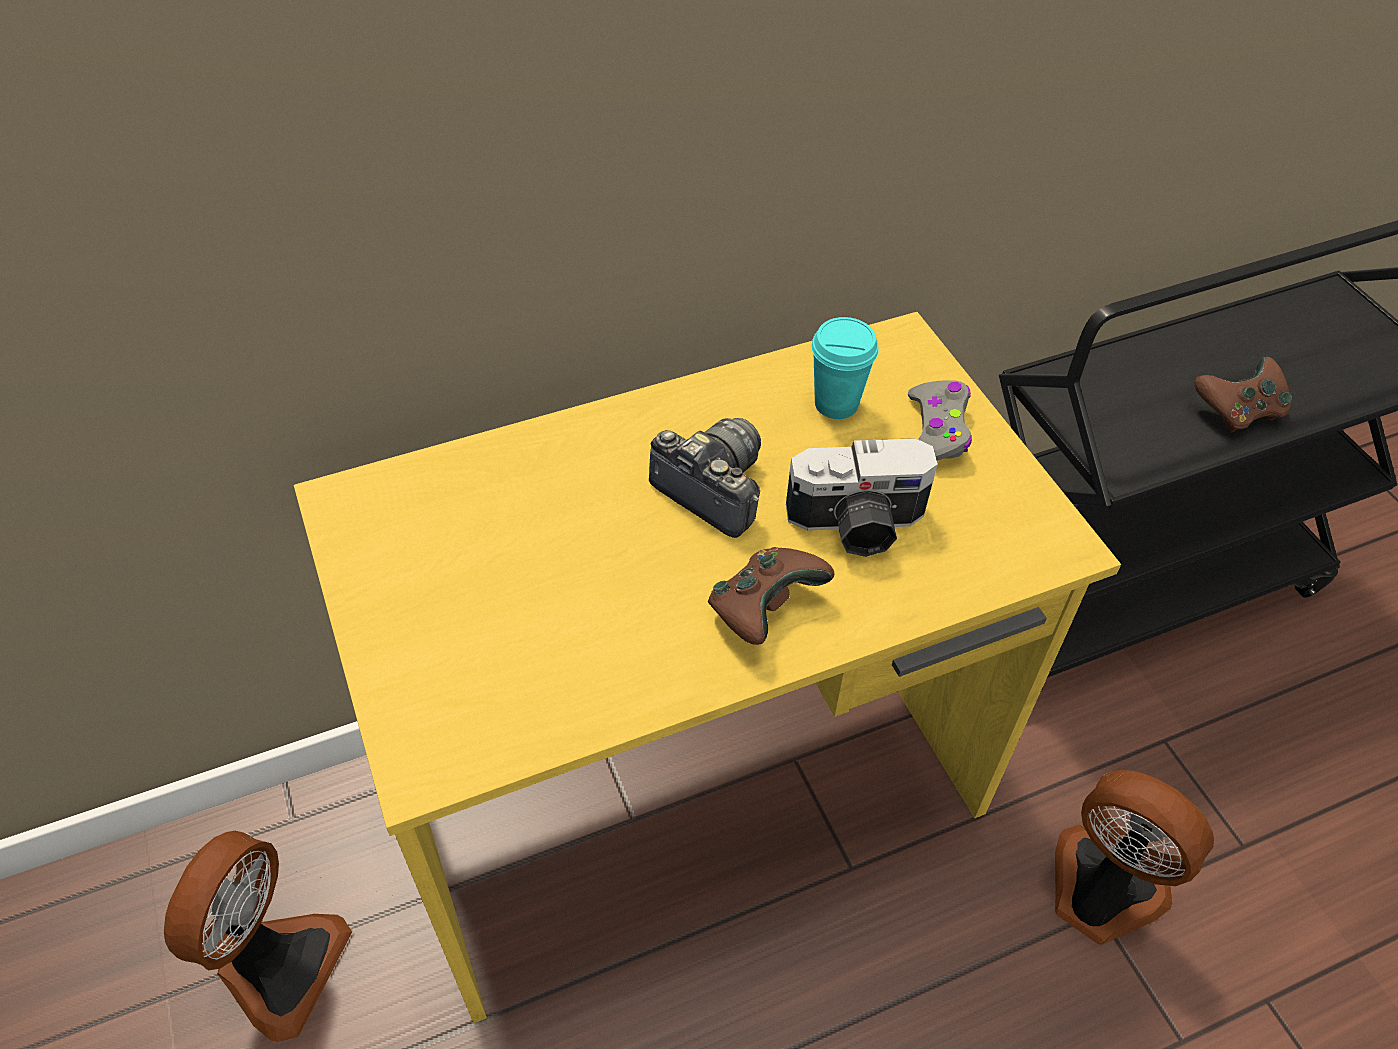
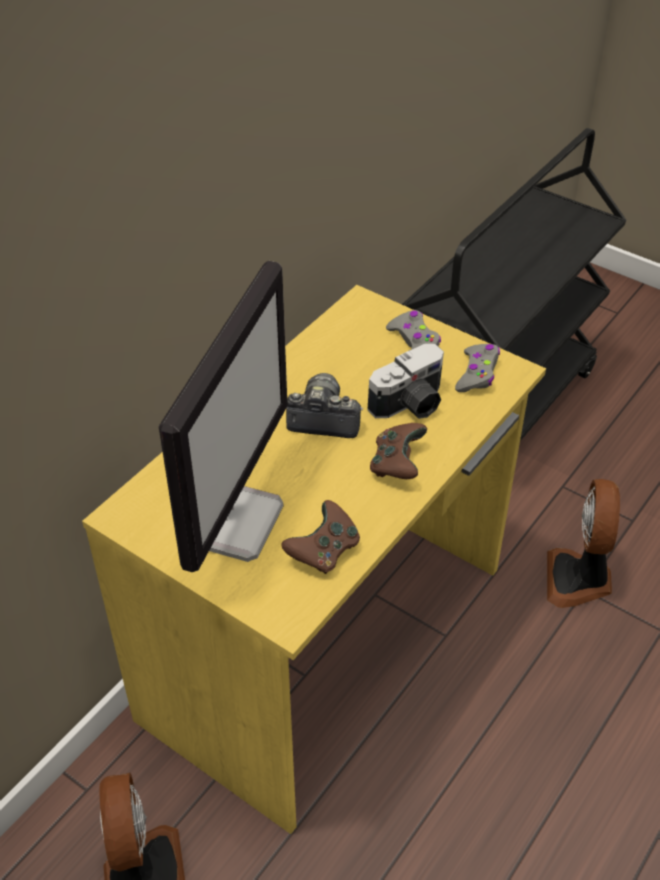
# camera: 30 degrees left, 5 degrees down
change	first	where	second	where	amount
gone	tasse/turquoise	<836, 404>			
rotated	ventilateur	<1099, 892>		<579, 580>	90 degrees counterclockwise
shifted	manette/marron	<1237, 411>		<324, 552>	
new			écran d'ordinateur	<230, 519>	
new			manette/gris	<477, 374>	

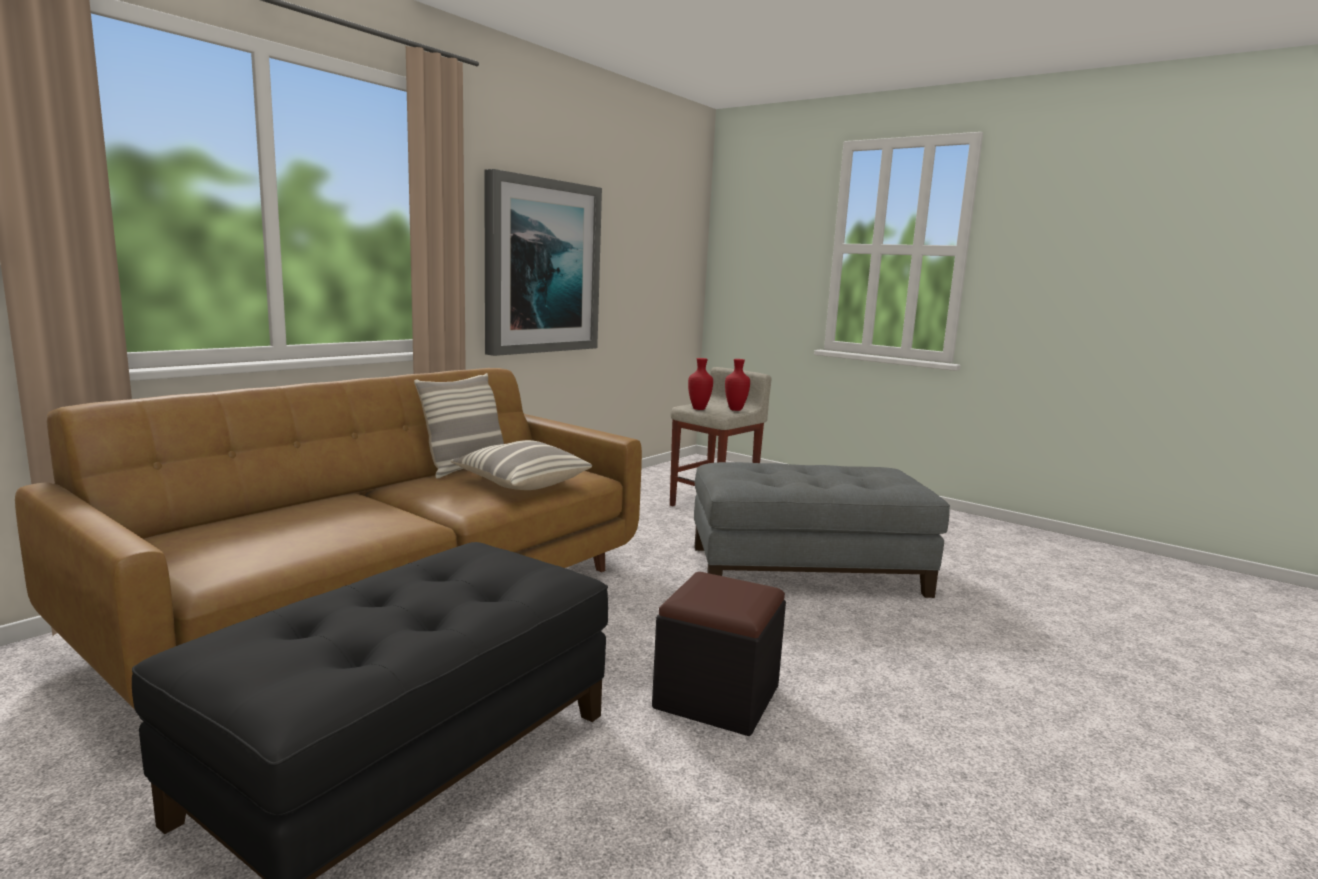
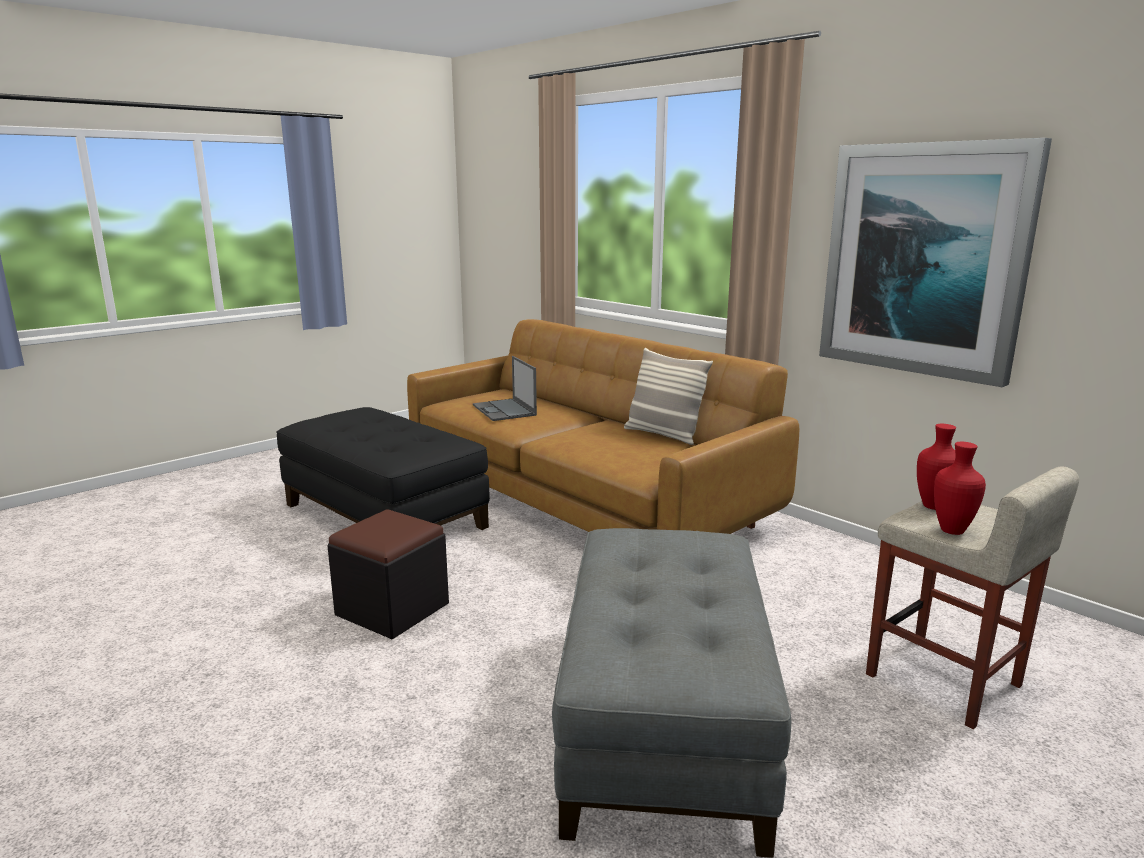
# camera: 100 degrees right, 5 degrees up
change	first	where	second	where	amount
gone	coussin	<521, 483>			
new			ordinateur portable	<504, 410>	

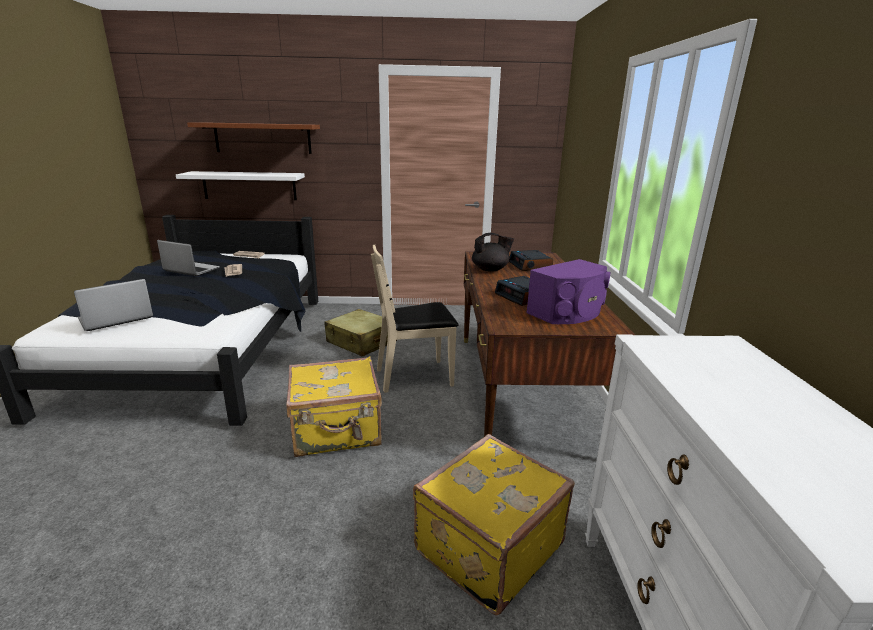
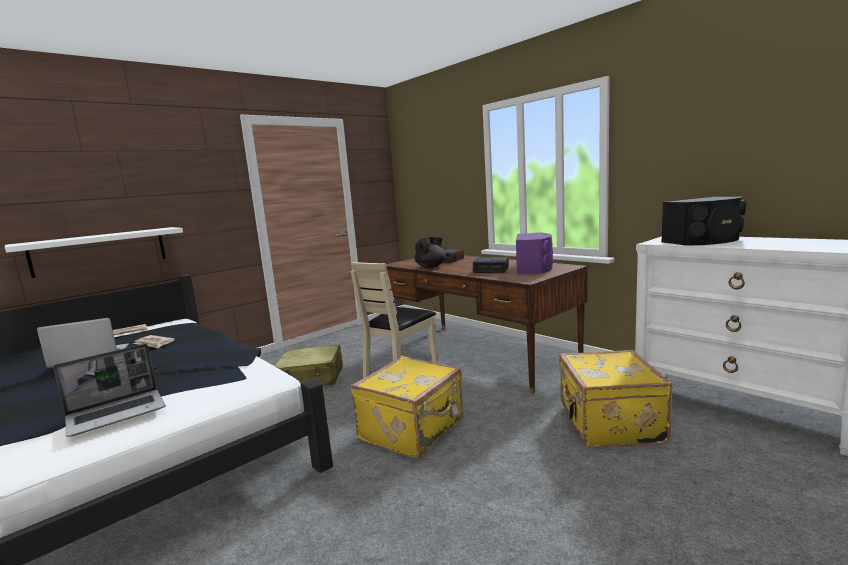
# camera: 40 degrees left, 10 degrees down
change	first	where	second	where	amount
rotated	ordinateur portable	<115, 319>		<118, 413>	135 degrees counterclockwise
gone	étagère/marron	<263, 138>			
new			enceinte/noir	<704, 240>	

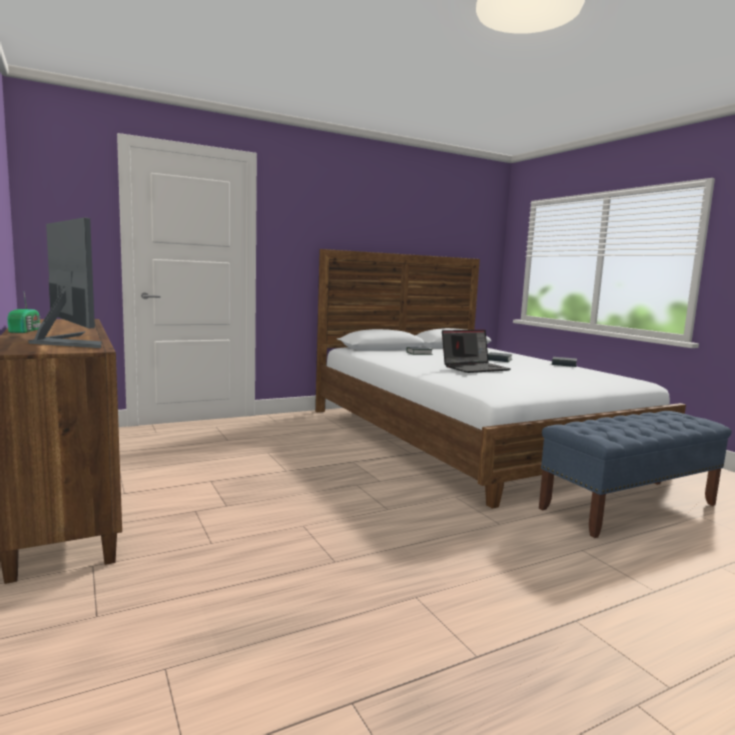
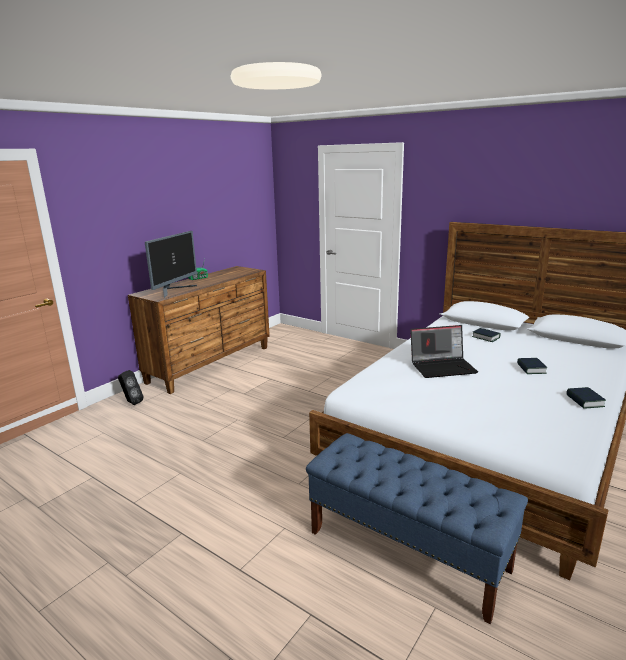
# camera: 65 degrees right, 10 degrees up
change	first	where	second	where	amount
rotated	ordinateur portable	<475, 368>		<443, 367>	45 degrees counterclockwise
new			enceinte/noir	<131, 402>	

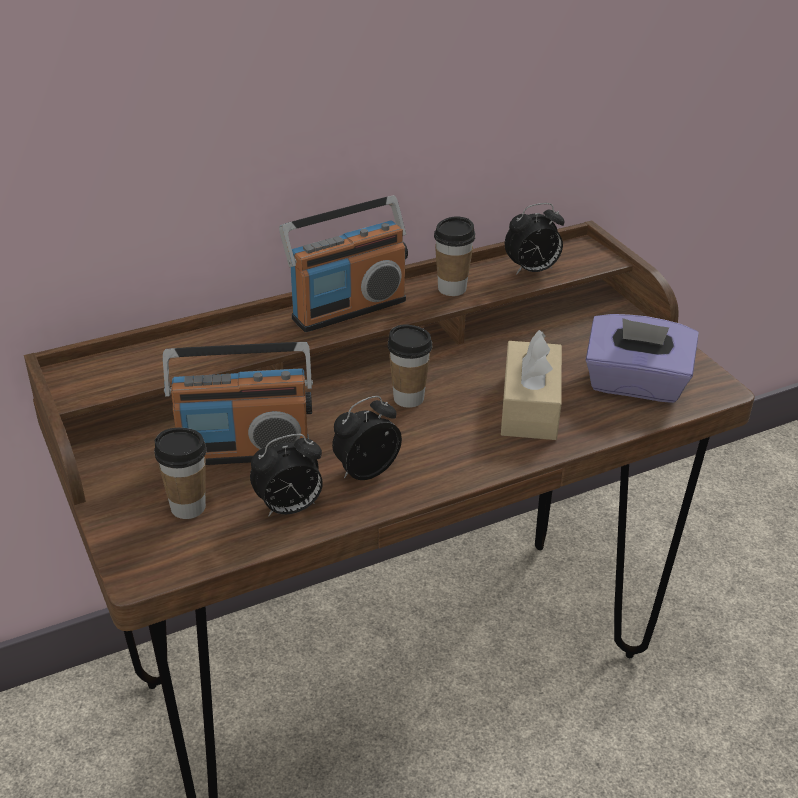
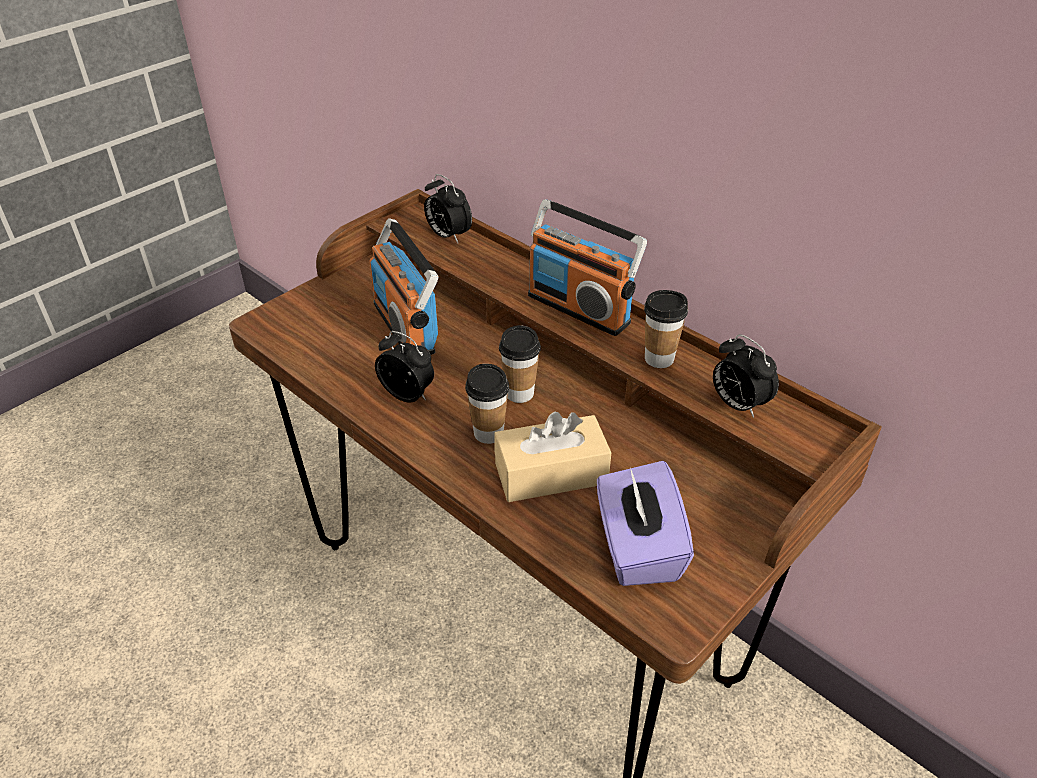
# camera: 70 degrees right, 5 degrees up
change	first	where	second	where	amount
shifted	tasse	<188, 507>		<488, 433>	
shifted	réveil	<289, 508>		<448, 236>	

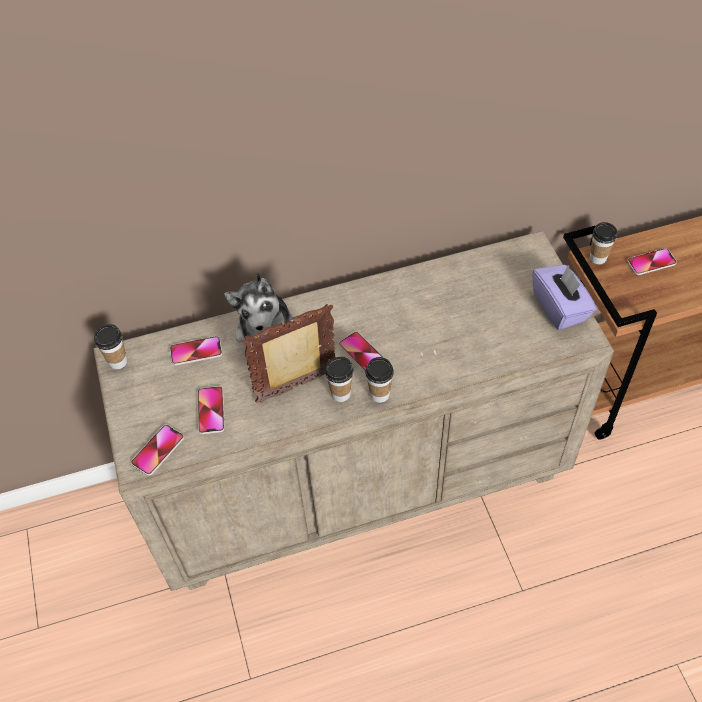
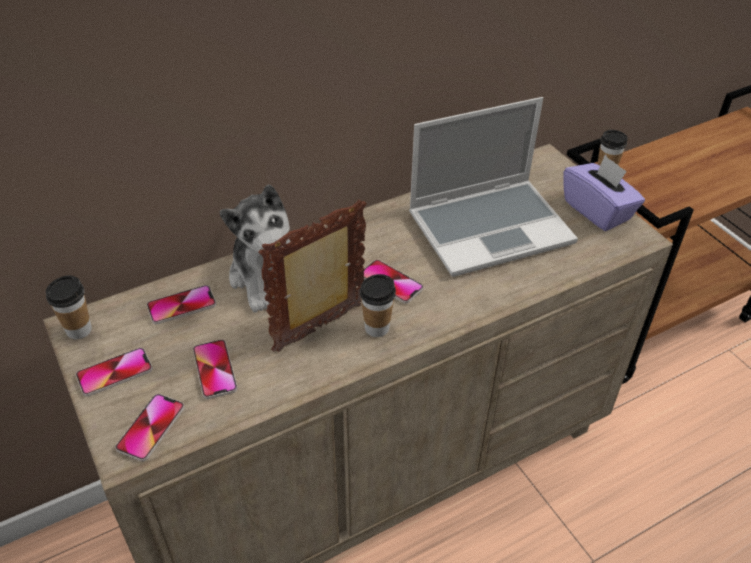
# camera: 15 degrees left, 10 degrees down
change	first	where	second	where	amount
gone	tasse	<379, 394>			
shifted	téléphone	<651, 262>		<115, 373>	
new			ordinateur portable	<491, 227>	

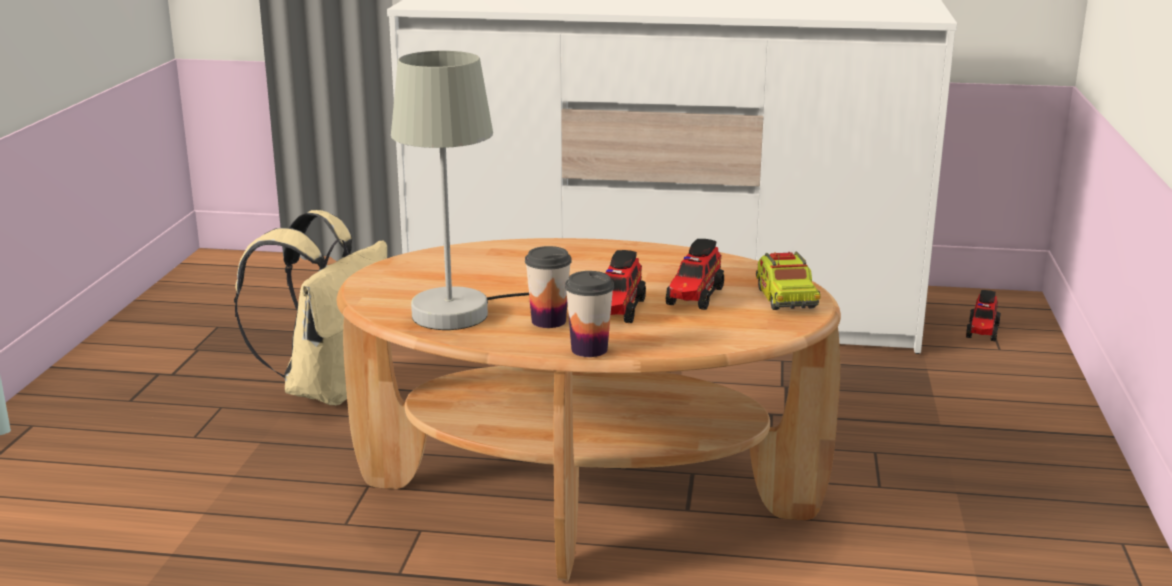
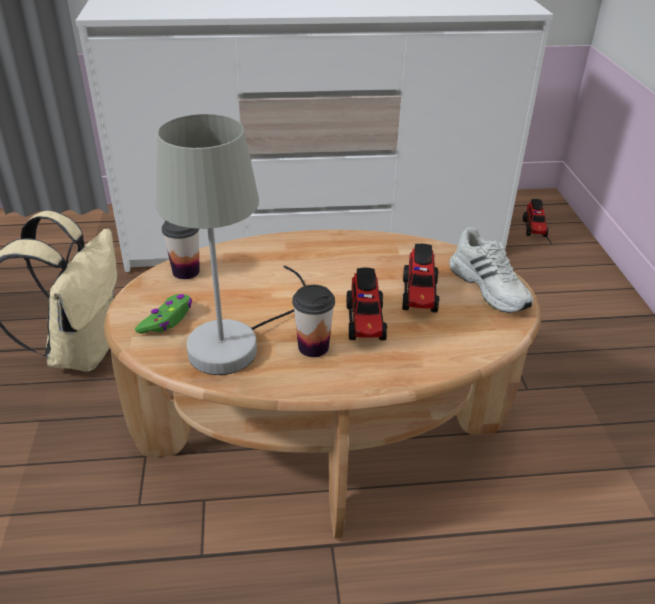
# camera: 15 degrees left, 15 degrees up
change	first	where	second	where	amount
shifted	tasse	<589, 349>		<186, 271>	
swapped	camion jouet	<785, 298>	chaussure/blanc	<490, 287>	
new			manette/vert	<167, 320>	

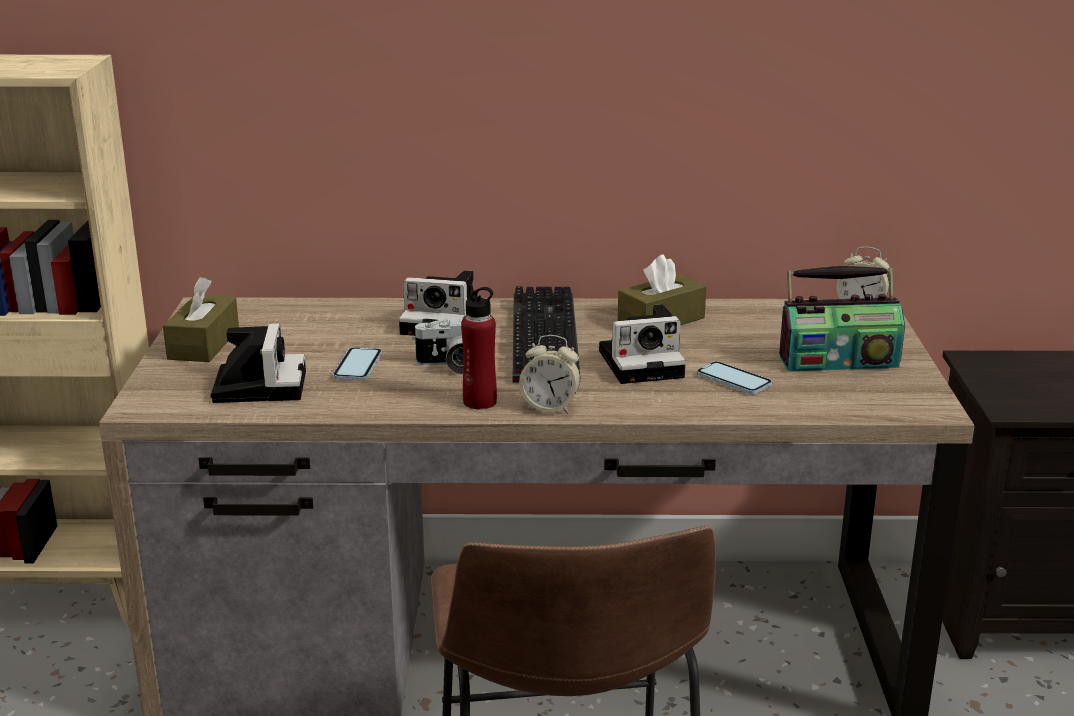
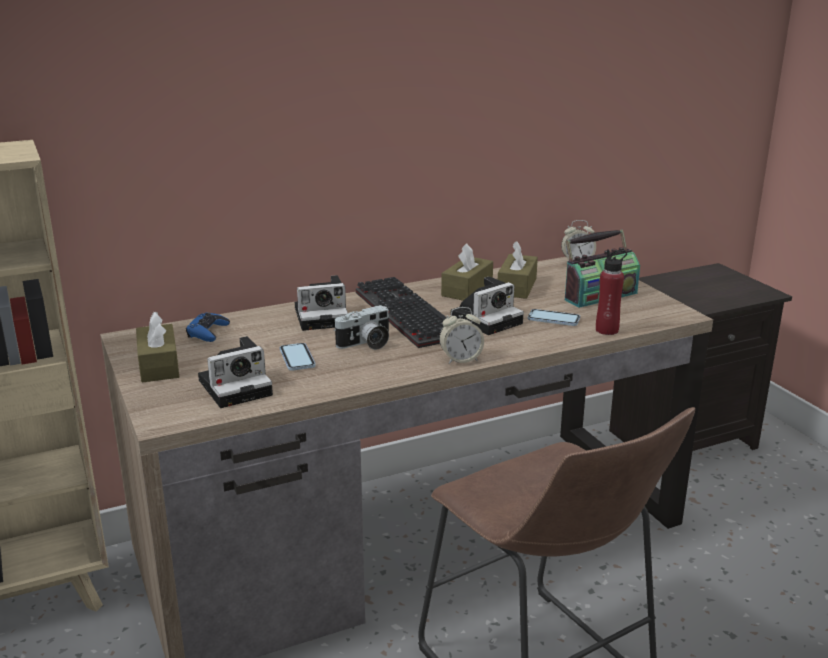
# camera: 25 degrees left, 0 degrees up
change	first	where	second	where	amount
rotated	appareil photo	<259, 385>		<237, 386>	90 degrees clockwise
shifted	bouteille/rouge	<480, 402>		<607, 330>	
new			manette/bleu	<208, 332>	
new			boîte à mouchoirs/marron	<517, 287>	

